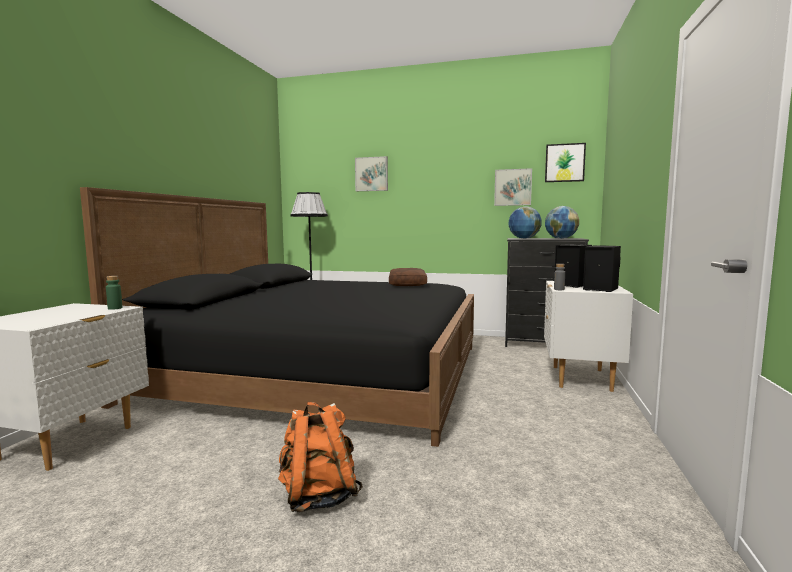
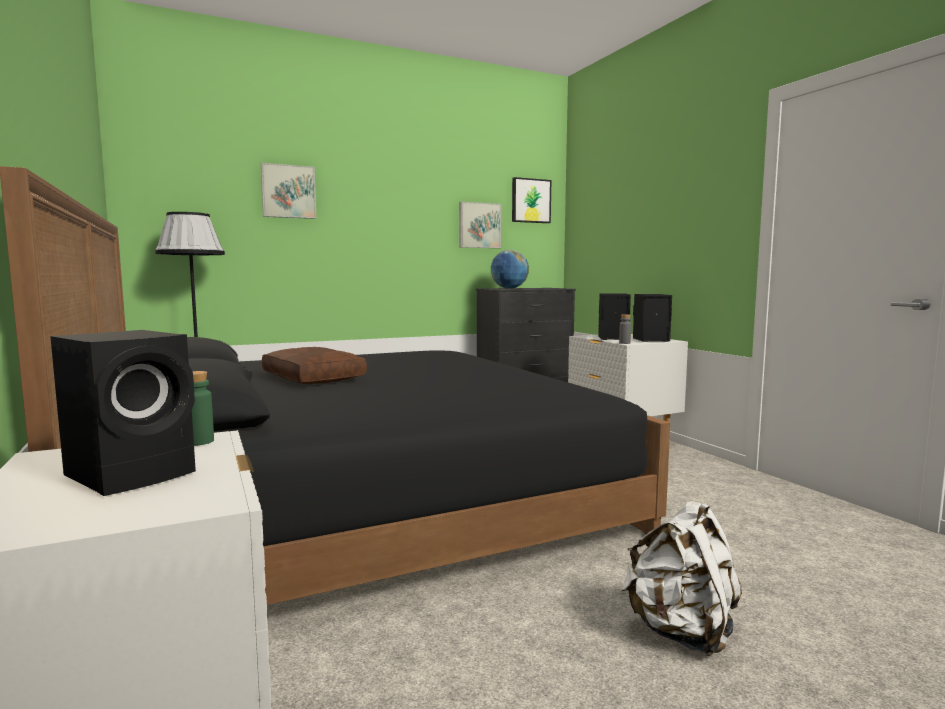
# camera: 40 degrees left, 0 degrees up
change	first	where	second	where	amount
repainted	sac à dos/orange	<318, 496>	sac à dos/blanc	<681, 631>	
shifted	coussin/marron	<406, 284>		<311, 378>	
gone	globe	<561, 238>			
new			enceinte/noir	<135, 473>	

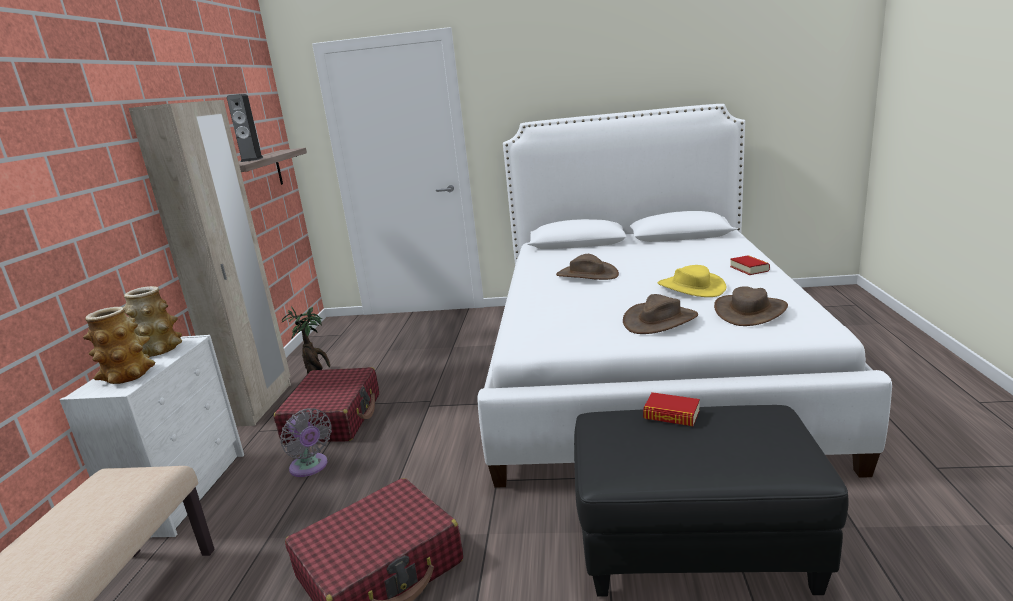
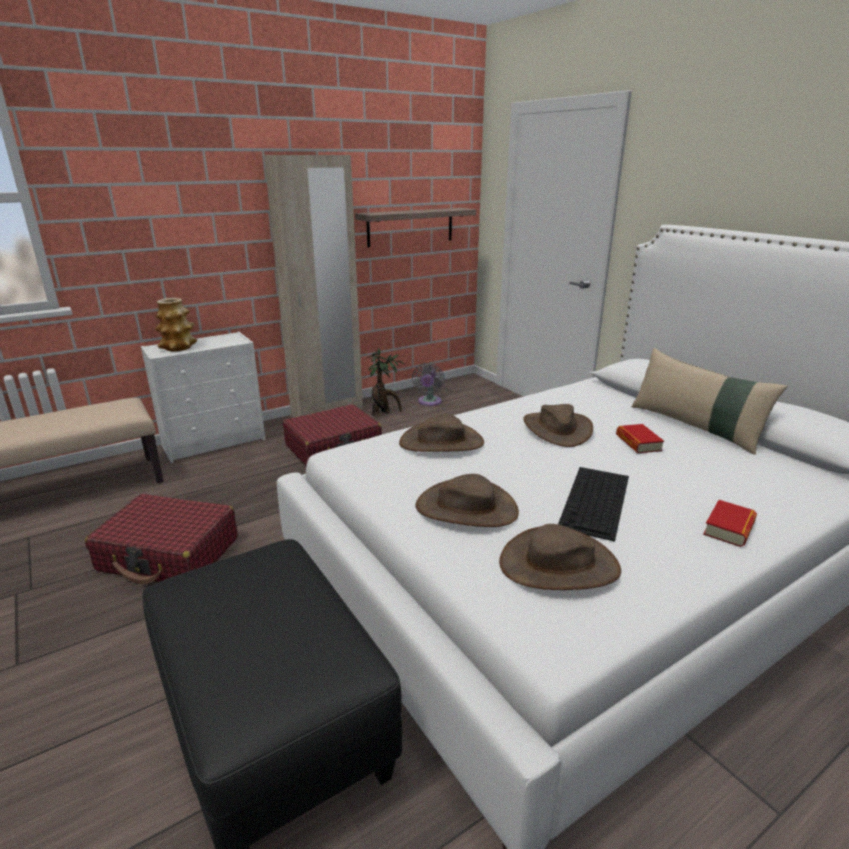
# camera: 50 degrees right, 5 degrees up
change	first	where	second	where	amount
gone	vase	<158, 350>			
gone	enceinte	<252, 159>			
shifted	ventilateur/gris	<310, 467>		<429, 402>	
shifted	livre	<671, 415>		<638, 443>	
swapped	chapeau/jaune	<691, 287>	clavier	<595, 501>	
new			chapeau/marron	<441, 442>	
new			coussin/beige	<695, 427>	

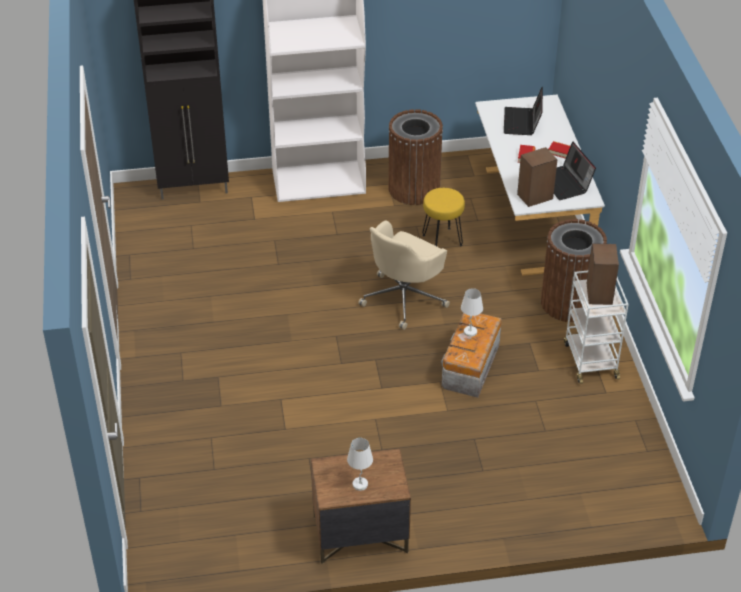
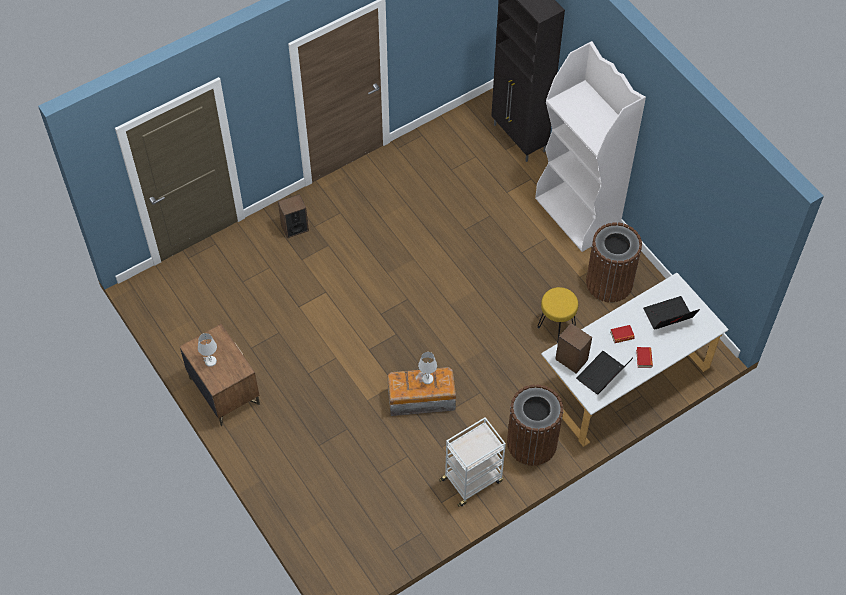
# camera: 65 degrees right, 15 degrees up
change	first	where	second	where	amount
gone	chaise de bureau/beige	<404, 298>			
shifted	enceinte	<599, 294>		<294, 227>	

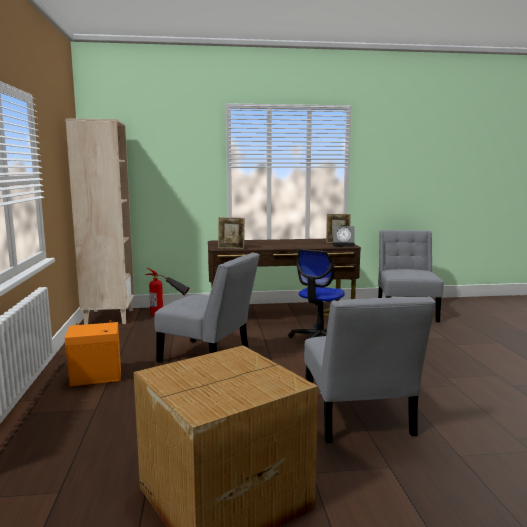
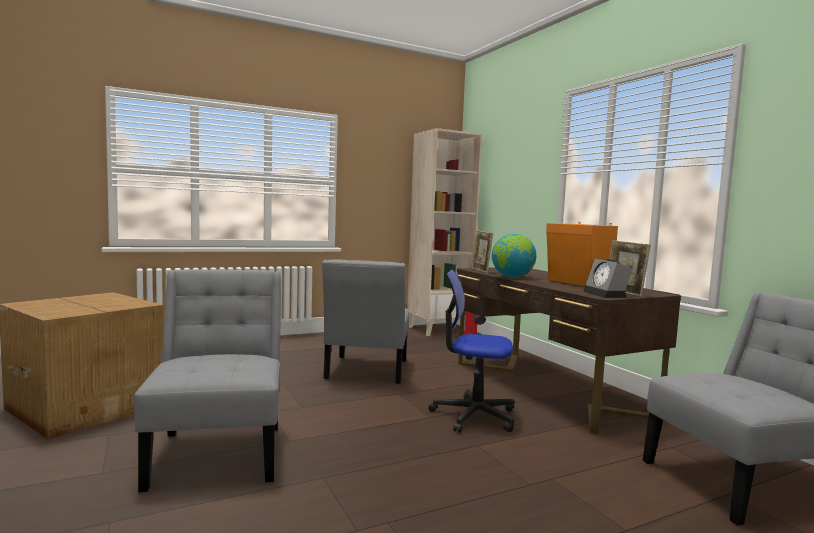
# camera: 70 degrees right, 5 degrees down
change	first	where	second	where	amount
shifted	enceinte/orange	<97, 378>		<578, 283>	
rotated	chaise/gris	<358, 420>		<219, 451>	105 degrees clockwise
new			globe	<512, 277>	

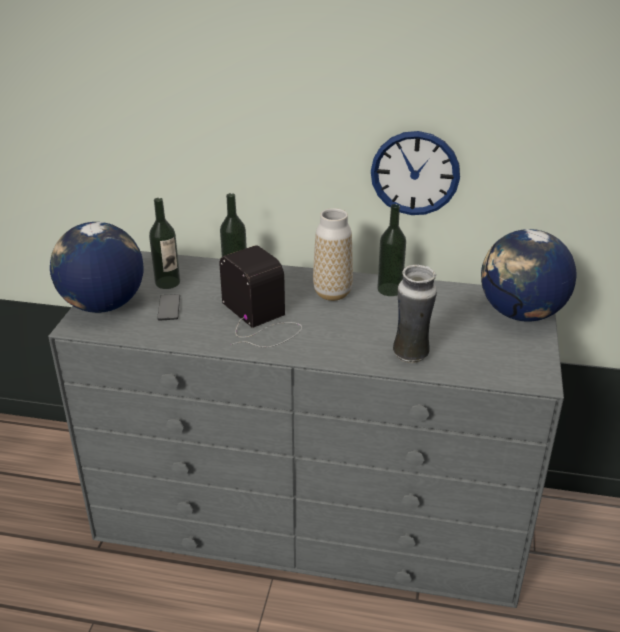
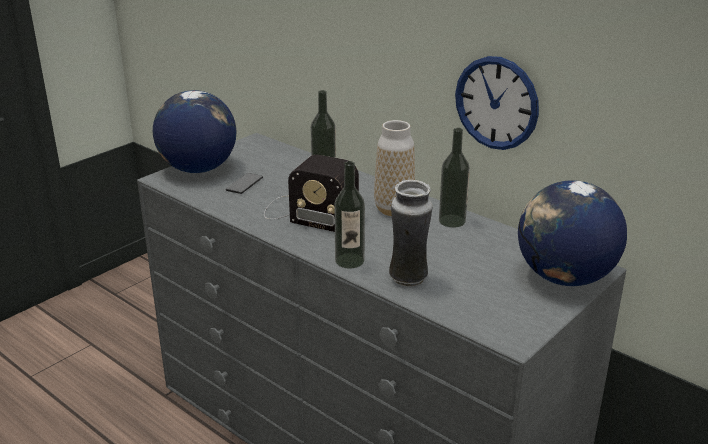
# camera: 30 degrees right, 5 degrees down
change	first	where	second	where	amount
shifted	bouteille	<167, 282>		<349, 261>	
rotated	radio	<261, 320>		<307, 213>	120 degrees clockwise

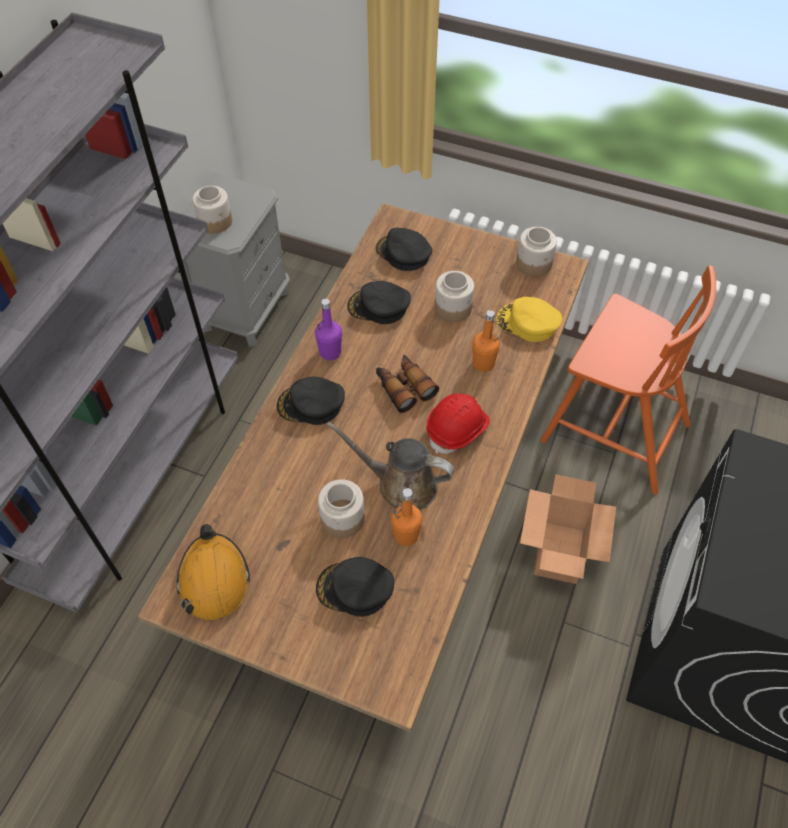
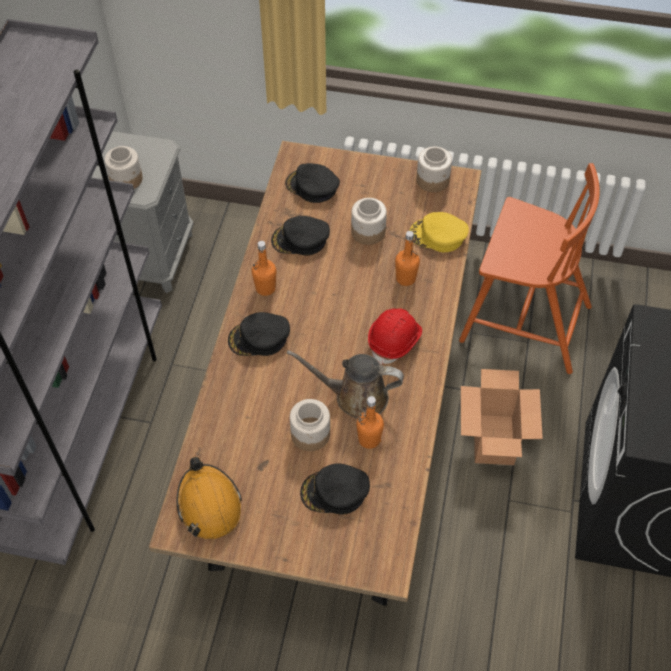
# camera: 10 degrees left, 0 degrees up
change	first	where	second	where	amount
repainted	bouteille/violet	<330, 352>	bouteille/orange	<265, 288>	
gone	jumelles	<404, 387>			

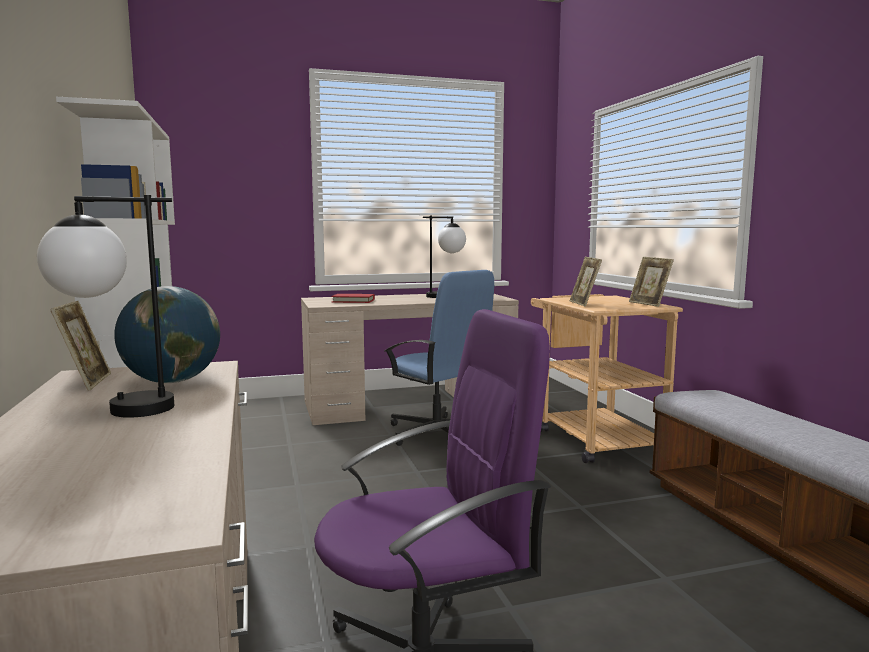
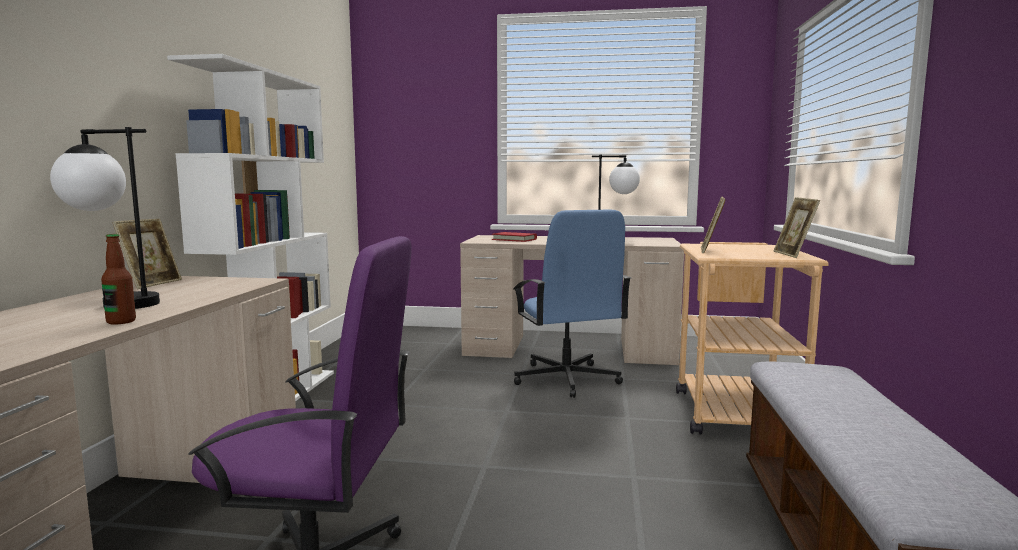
# camera: 25 degrees right, 0 degrees up
change	first	where	second	where	amount
gone	globe	<171, 382>			
new			bouteille	<121, 321>	

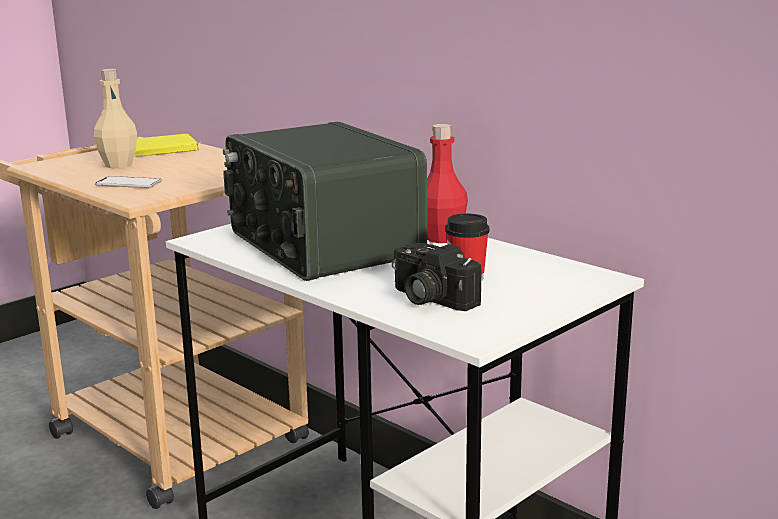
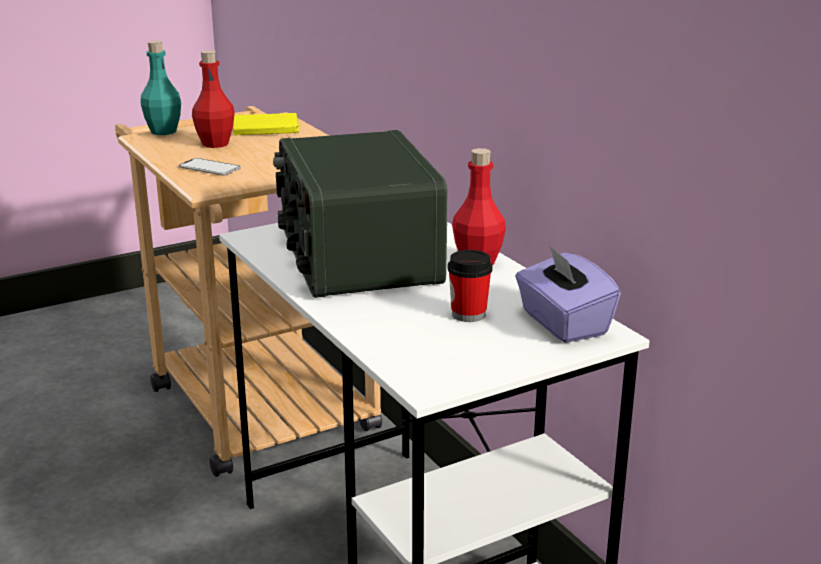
# camera: 15 degrees right, 5 degrees up
change	first	where	second	where	amount
repainted	bouteille/beige	<118, 165>	bouteille/rouge	<215, 144>	
gone	appareil photo	<428, 299>			
new			bouteille/turquoise	<163, 131>	
new			boîte à mouchoirs/violet	<563, 323>	

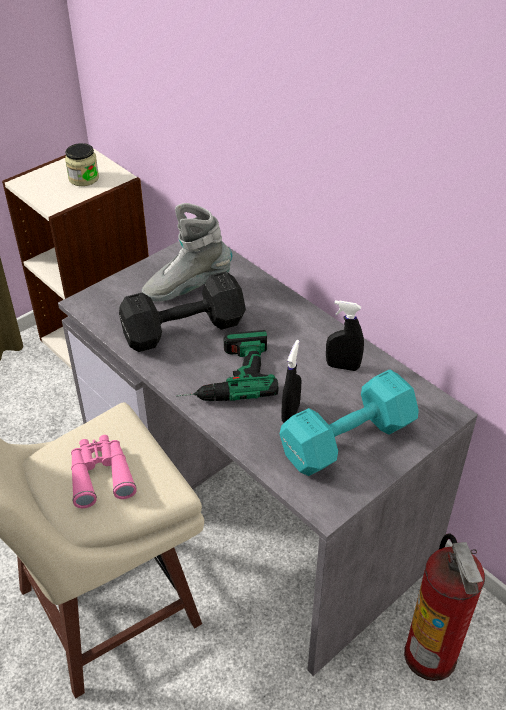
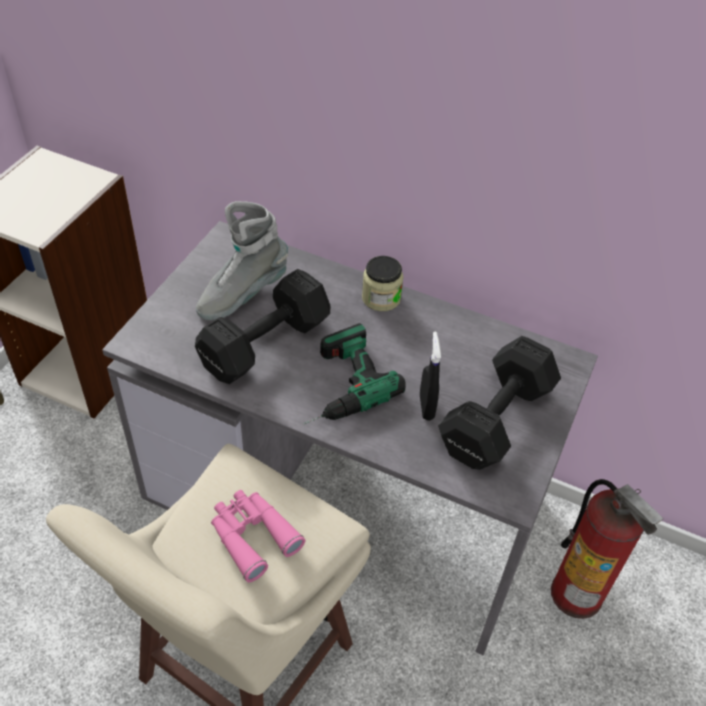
# camera: 25 degrees left, 5 degrees up
change	first	where	second	where	amount
shifted	bocal	<84, 178>		<381, 298>	
repainted	haltère/turquoise	<344, 441>	haltère/noir	<493, 420>	
gone	vaporisateur/noir	<342, 366>			

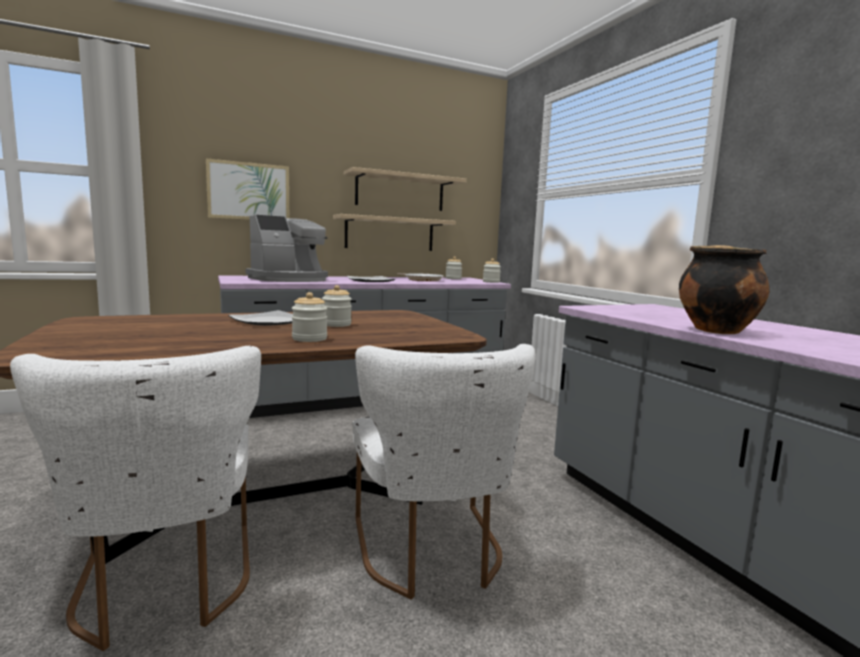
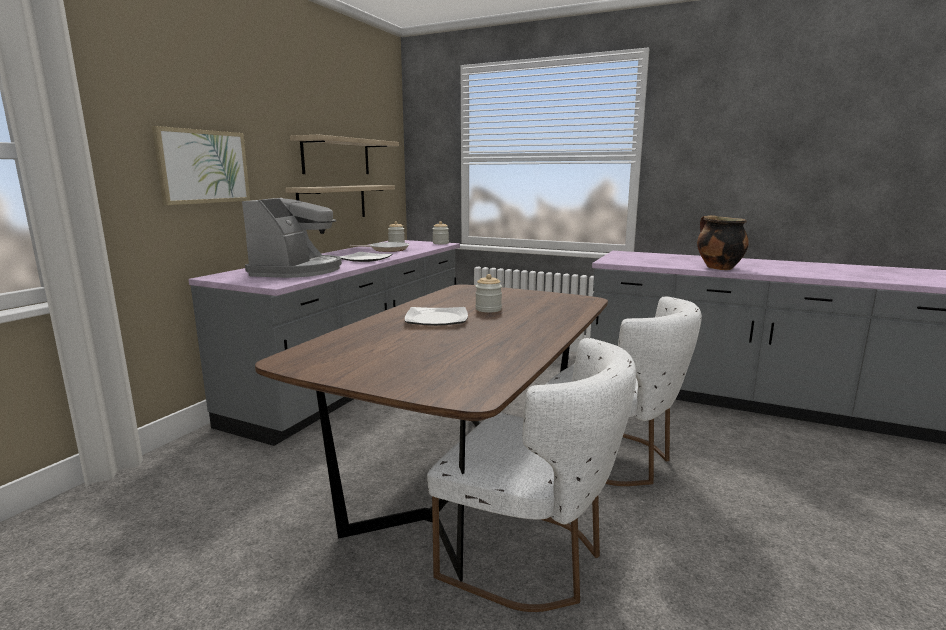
# camera: 40 degrees left, 5 degrees up
change	first	where	second	where	amount
gone	bocal	<309, 339>			

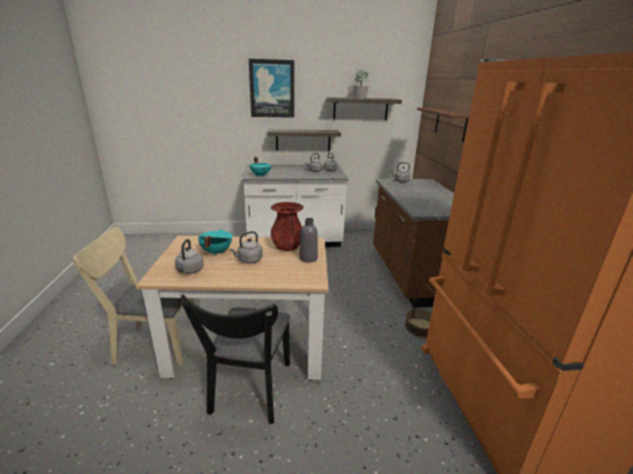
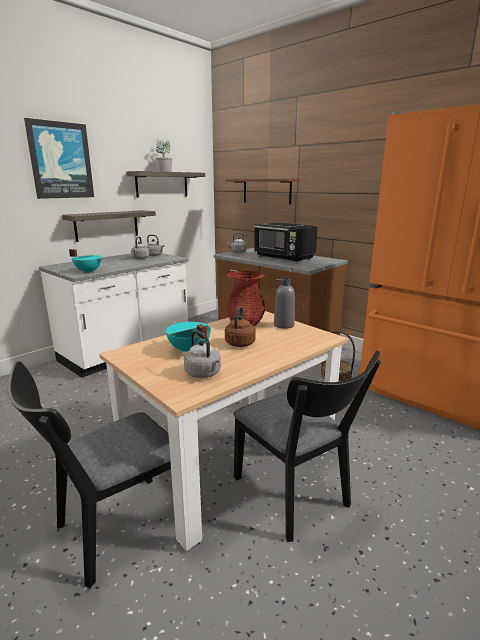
# camera: 40 degrees left, 5 degrees down
change	first	where	second	where	amount
repainted	chaise/beige	<151, 344>	chaise/noir	<113, 530>	
repainted	bouilloire/gris	<248, 260>	bouilloire/marron	<239, 344>	
new			micro-ondes/noir	<284, 257>	

